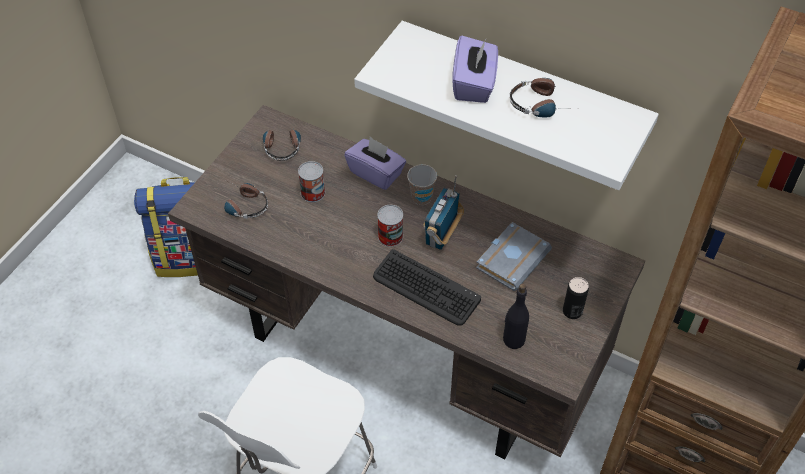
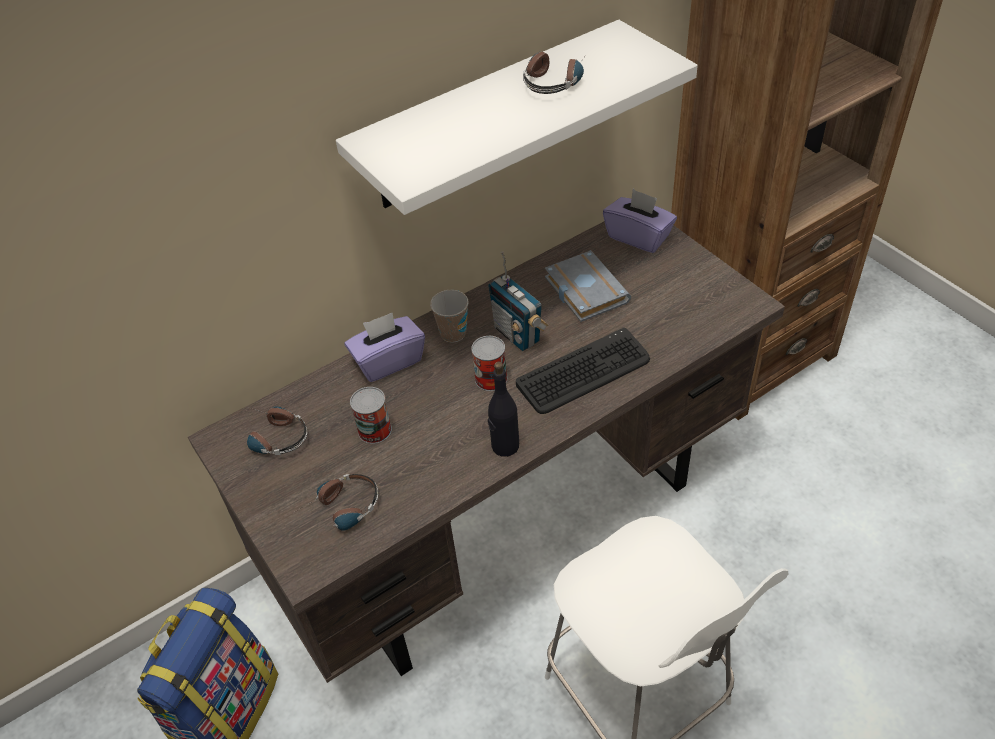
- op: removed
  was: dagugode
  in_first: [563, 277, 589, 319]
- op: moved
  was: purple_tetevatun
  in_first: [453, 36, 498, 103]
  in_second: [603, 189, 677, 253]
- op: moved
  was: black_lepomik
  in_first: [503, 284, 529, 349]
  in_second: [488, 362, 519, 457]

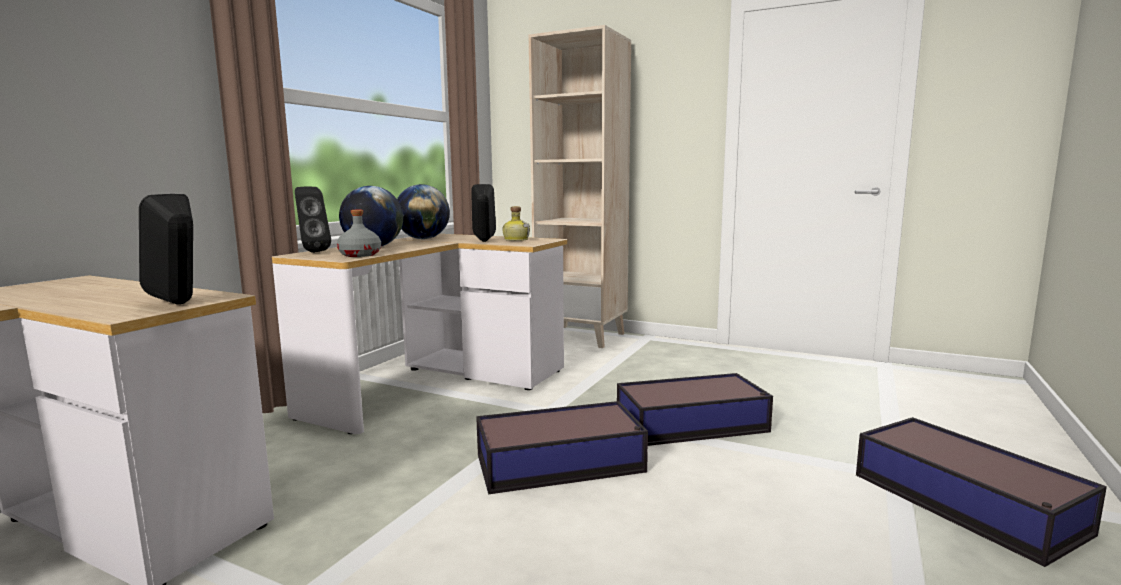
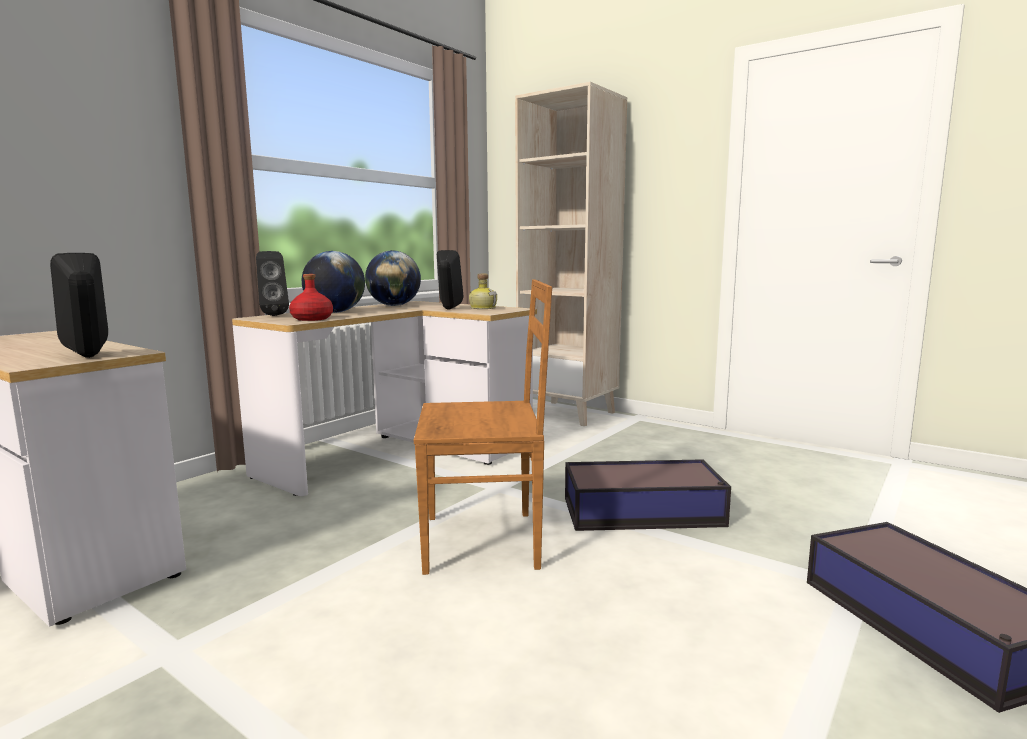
- op: replaced
  was: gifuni
  now: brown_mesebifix
  in_first: [476, 401, 648, 494]
  in_second: [414, 279, 552, 575]
- op: recoloured
  was: grey_lepomik
  now: red_lepomik
  in_first: [337, 210, 381, 257]
  in_second: [289, 274, 333, 321]

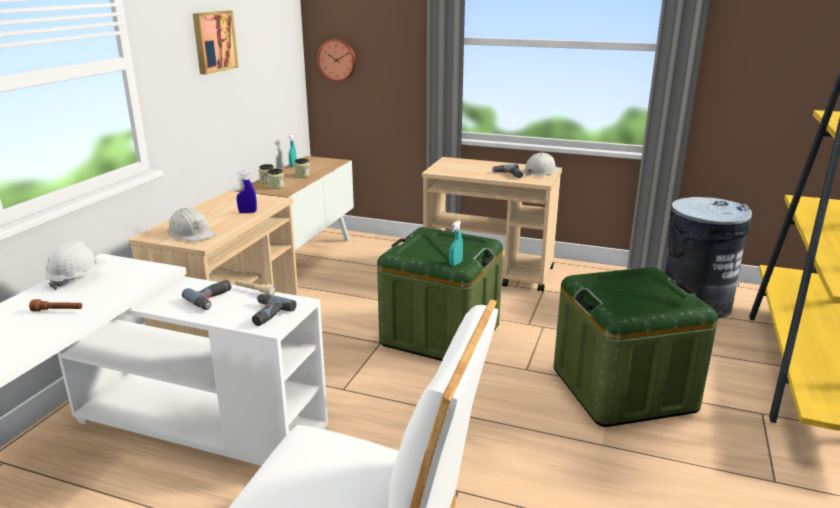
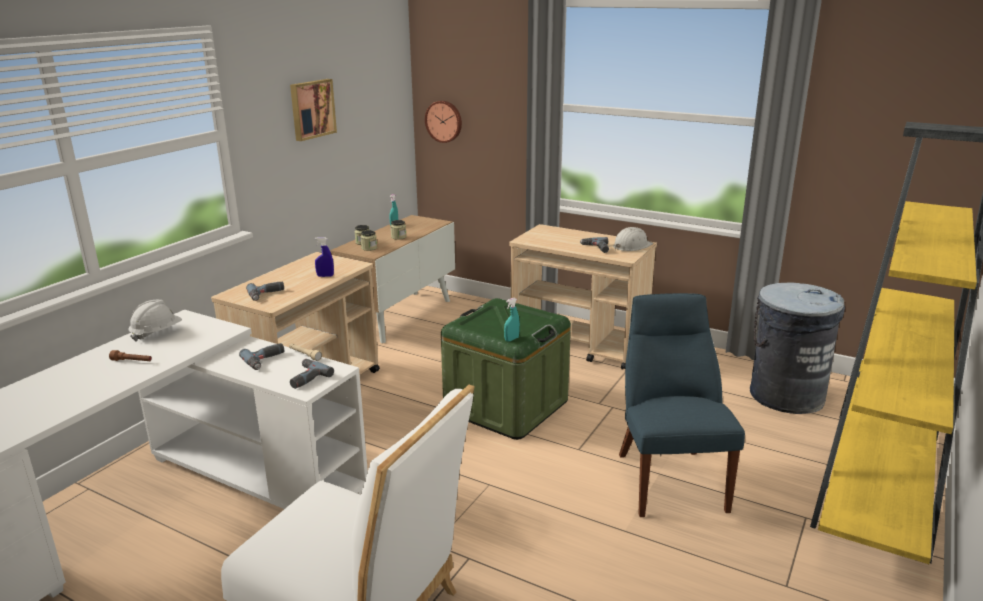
- op: replaced
  was: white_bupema
  now: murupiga
  in_first: [167, 208, 215, 241]
  in_second: [246, 282, 284, 301]
- op: replaced
  was: green_gifuni
  now: blue_mesebifix
  in_first: [554, 267, 718, 427]
  in_second: [619, 293, 745, 517]

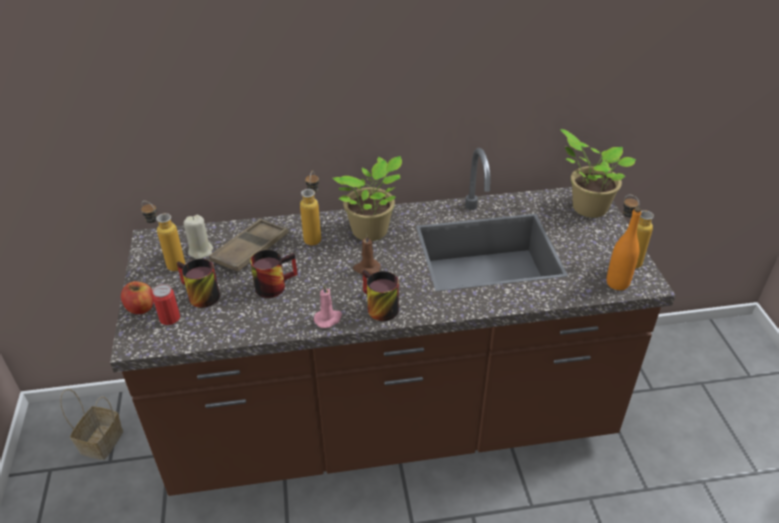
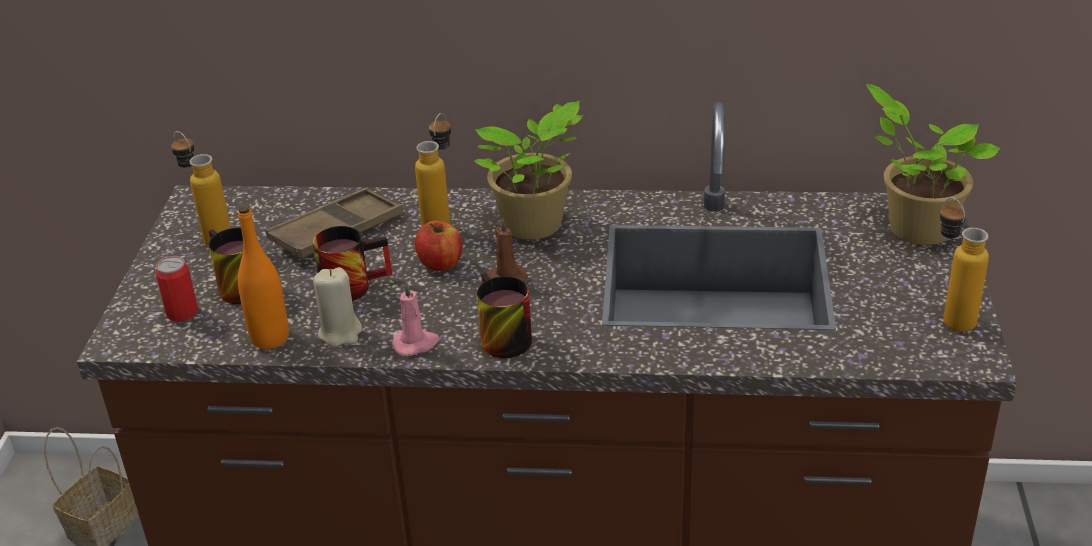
- op: moved
  was: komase
  in_first: [121, 281, 154, 314]
  in_second: [415, 221, 462, 271]
- op: moved
  was: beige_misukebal
  in_first: [184, 215, 213, 259]
  in_second: [313, 267, 362, 347]
- op: moved
  was: orange_lepomik
  in_first: [607, 207, 641, 290]
  in_second: [238, 205, 289, 349]

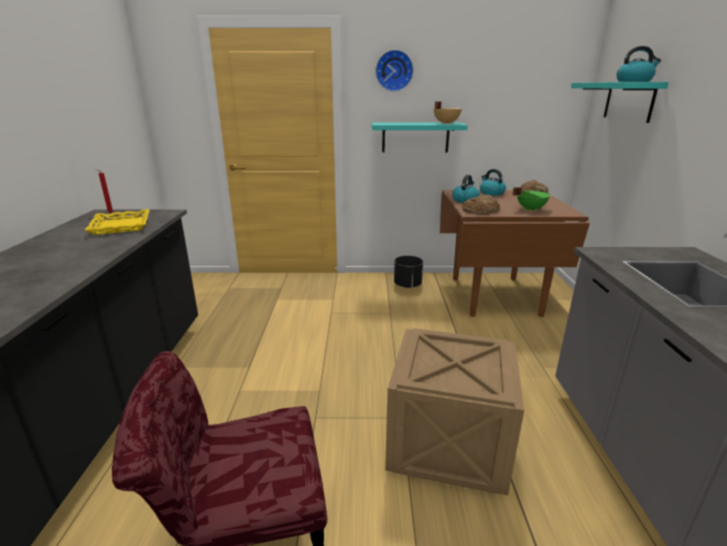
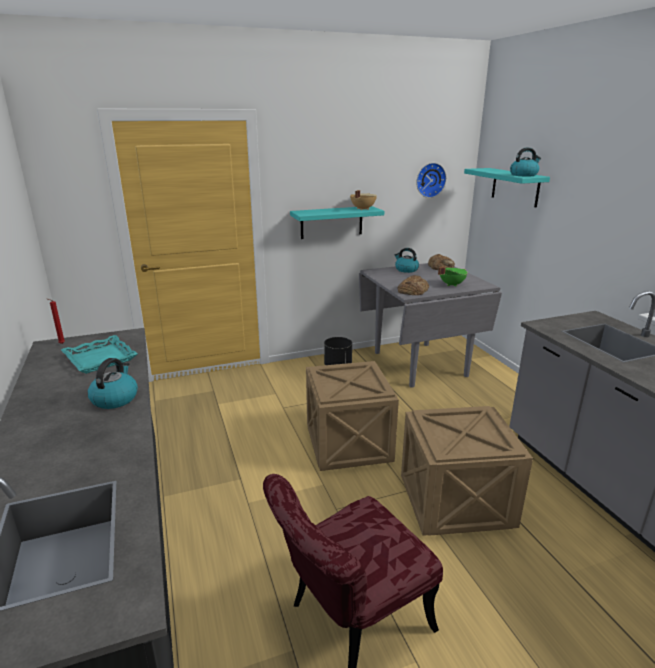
- op: added
  now: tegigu
  in_second: [306, 361, 399, 471]
- op: moved
  was: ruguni
  in_first: [376, 50, 414, 92]
  in_second: [416, 163, 446, 198]
- op: moved
  was: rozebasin
  in_first: [452, 175, 480, 203]
  in_second: [88, 358, 138, 409]
- op: recoloured
  was: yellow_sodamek
  now: turquoise_sodamek
  in_first: [85, 209, 150, 235]
  in_second: [61, 335, 138, 374]
- op: recoloured
  was: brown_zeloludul
  now: grey_zeloludul
  in_first: [440, 190, 590, 317]
  in_second: [359, 263, 502, 388]

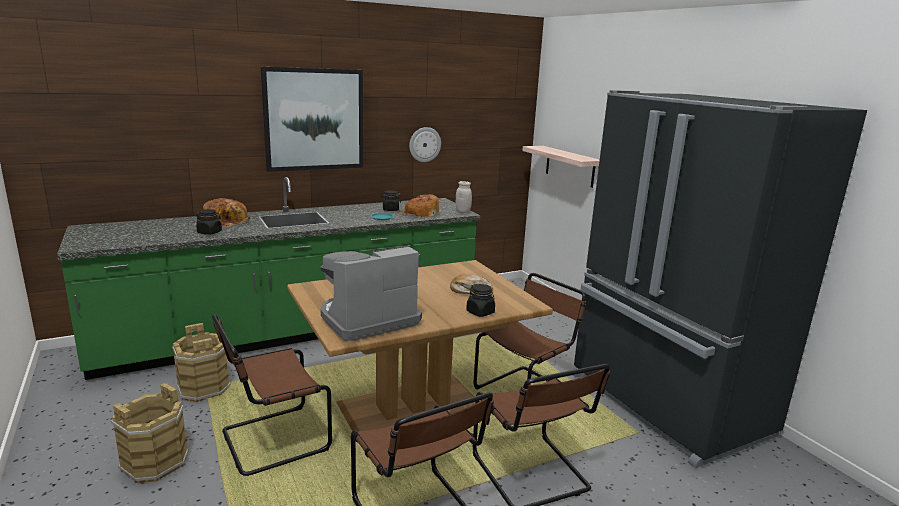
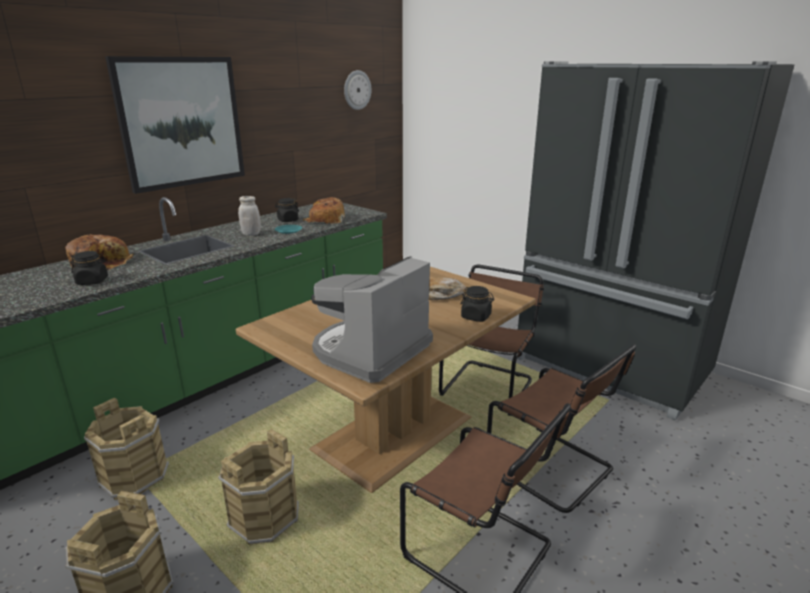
- op: removed
  was: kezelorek
  in_first: [522, 146, 600, 188]
- op: moved
  was: ruguni
  in_first: [409, 127, 441, 162]
  in_second: [344, 70, 371, 110]
- op: moved
  was: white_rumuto
  in_first: [455, 181, 472, 213]
  in_second: [238, 196, 261, 236]
- op: replaced
  was: brown_mesebifix
  now: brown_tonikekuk
  in_first: [212, 314, 332, 476]
  in_second: [218, 429, 299, 545]

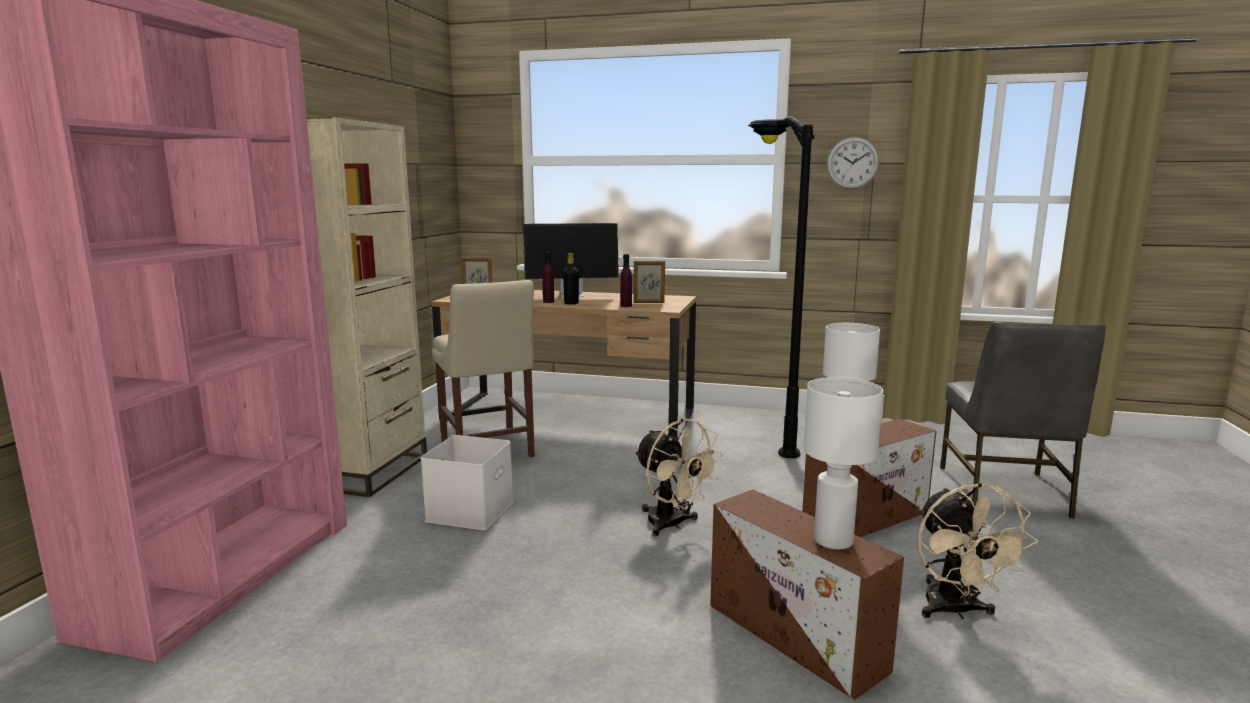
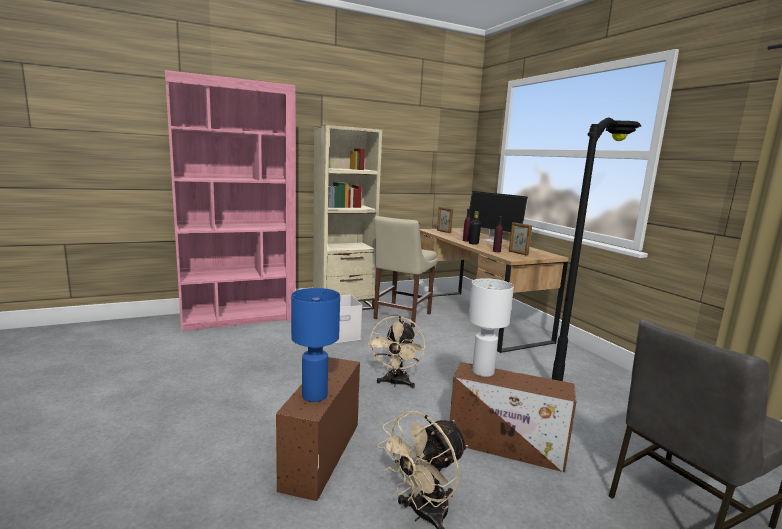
- op: removed
  was: ruguni
  in_first: [827, 137, 879, 189]
- op: recoloured
  was: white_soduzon
  now: blue_soduzon
  in_first: [803, 377, 883, 550]
  in_second: [291, 288, 340, 402]

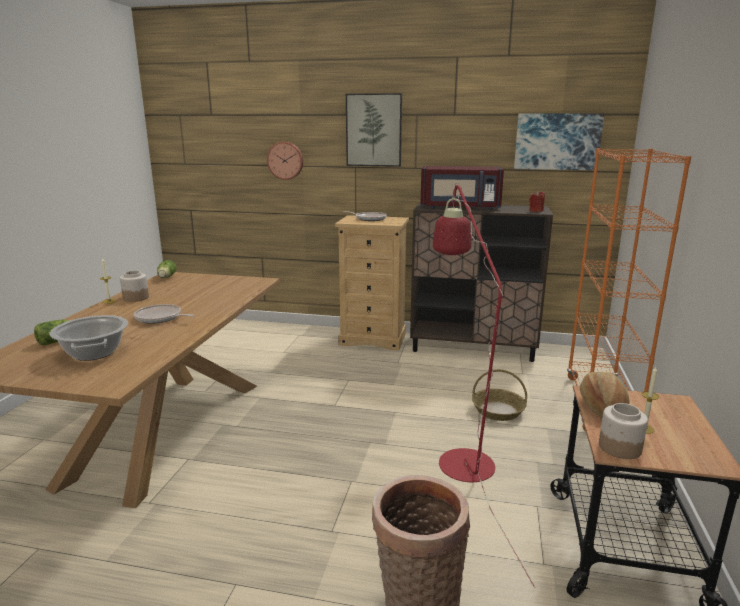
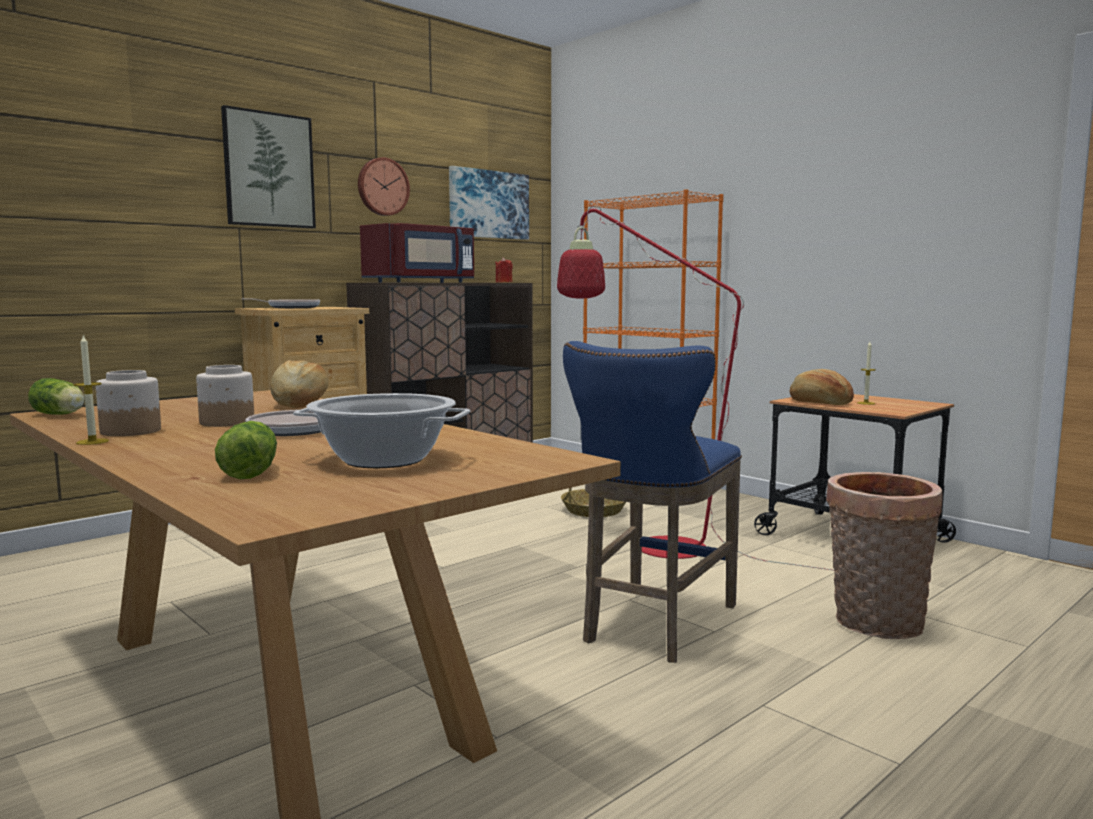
- op: added
  now: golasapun
  in_second: [270, 360, 328, 408]
- op: added
  now: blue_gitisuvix
  in_second: [563, 341, 742, 663]
- op: moved
  was: ruguni
  in_first: [267, 141, 303, 180]
  in_second: [358, 157, 410, 216]
- op: moved
  was: rumuto
  in_first: [599, 403, 648, 459]
  in_second: [196, 365, 254, 427]

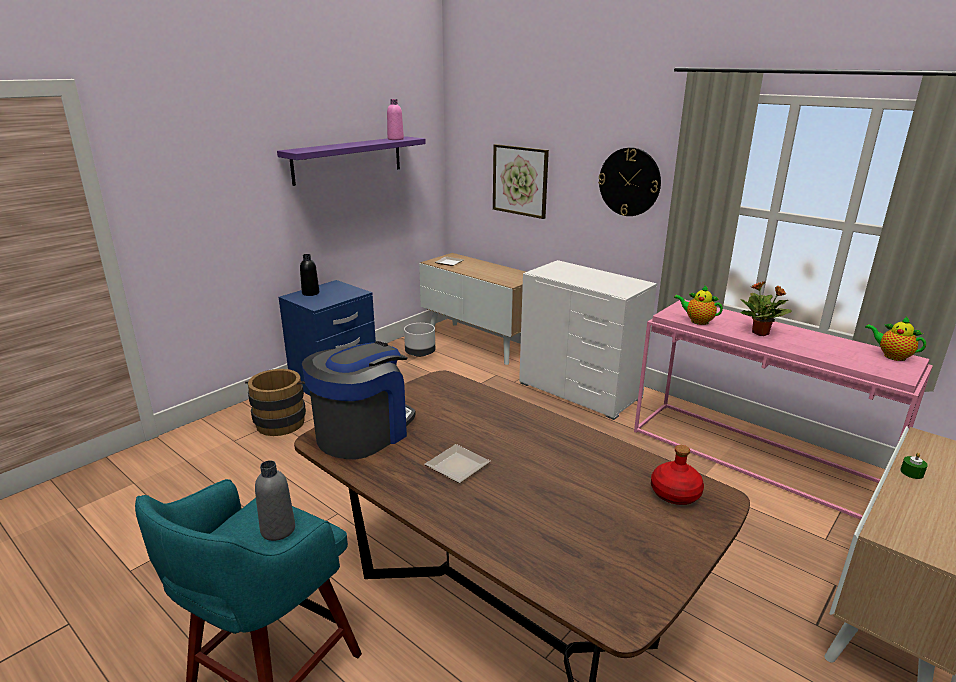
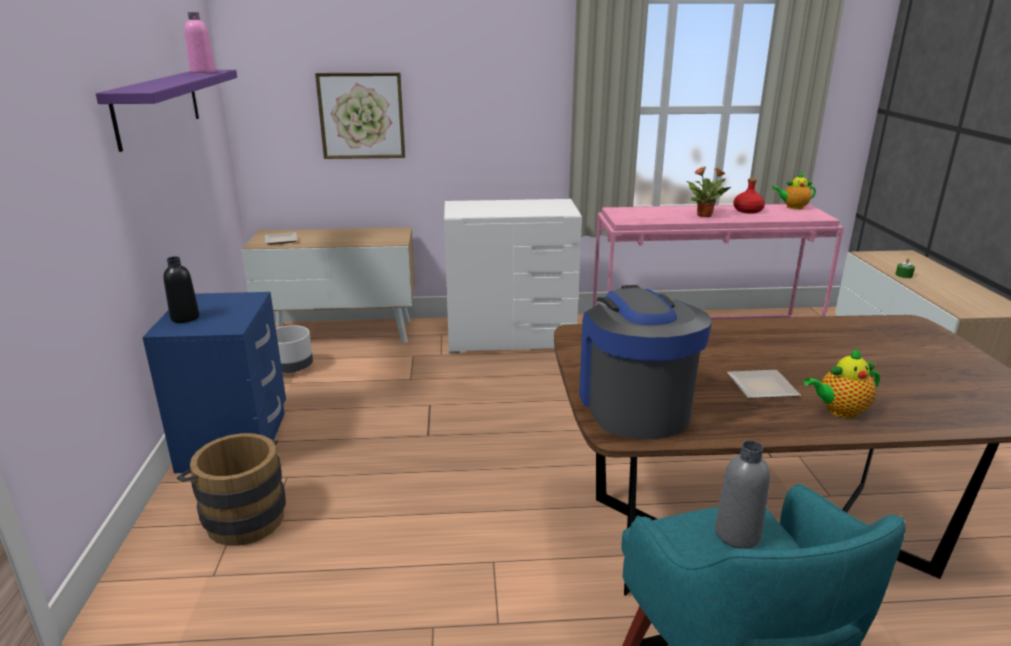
- op: removed
  was: ruguni
  in_first: [598, 147, 661, 216]
- op: moved
  was: red_lepomik
  in_first: [651, 445, 704, 505]
  in_second: [733, 178, 765, 214]
- op: moved
  was: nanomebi
  in_first: [674, 286, 723, 325]
  in_second: [804, 348, 880, 418]

